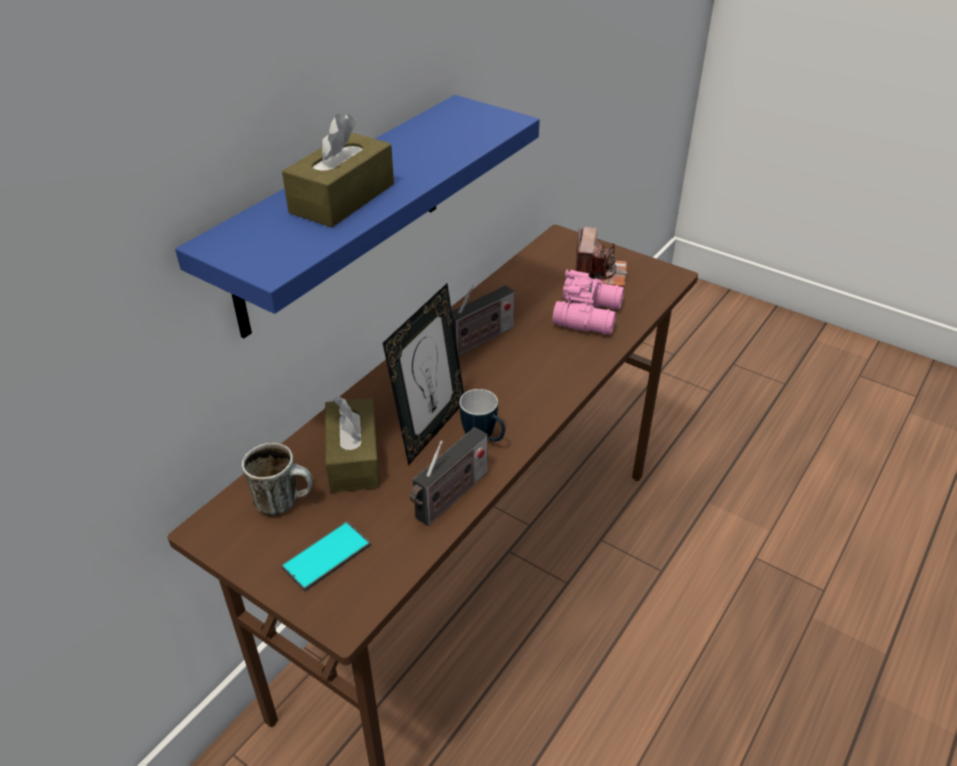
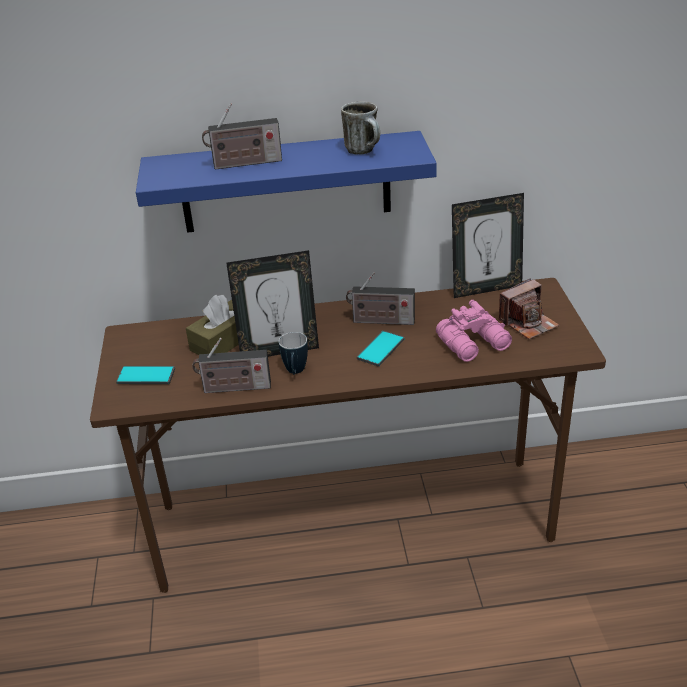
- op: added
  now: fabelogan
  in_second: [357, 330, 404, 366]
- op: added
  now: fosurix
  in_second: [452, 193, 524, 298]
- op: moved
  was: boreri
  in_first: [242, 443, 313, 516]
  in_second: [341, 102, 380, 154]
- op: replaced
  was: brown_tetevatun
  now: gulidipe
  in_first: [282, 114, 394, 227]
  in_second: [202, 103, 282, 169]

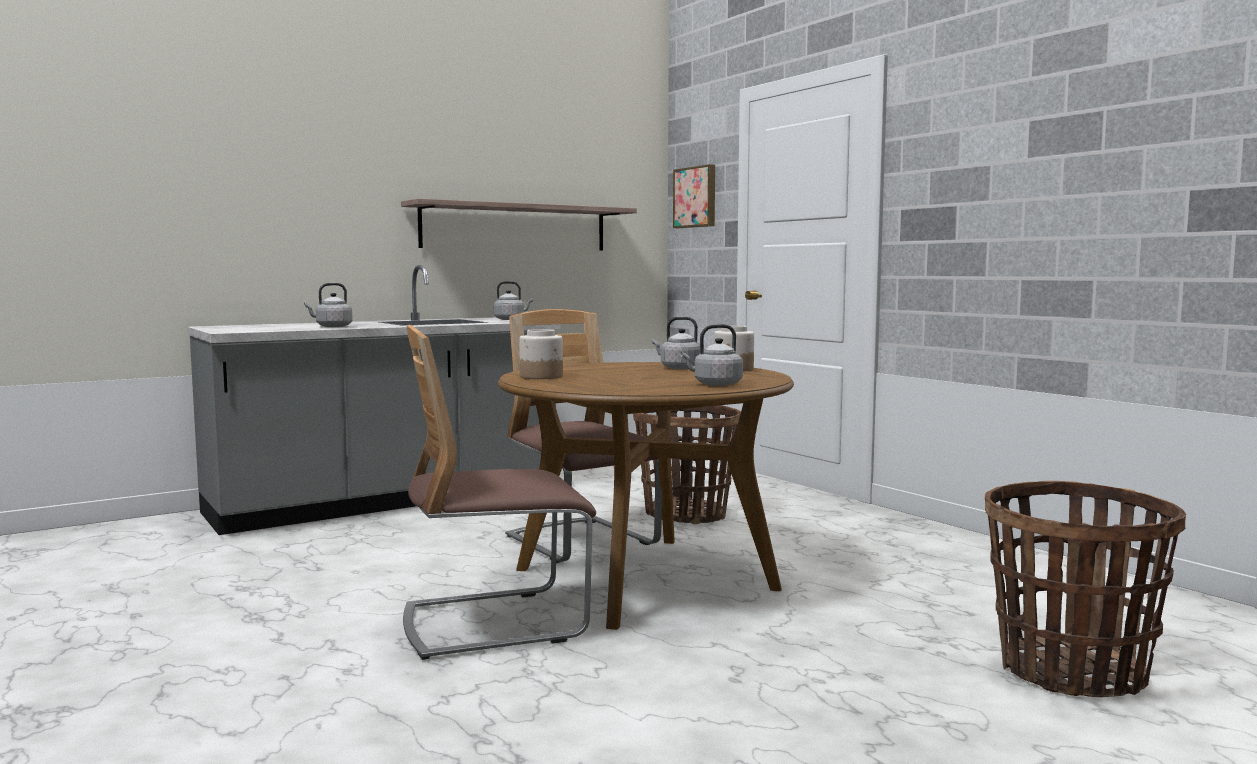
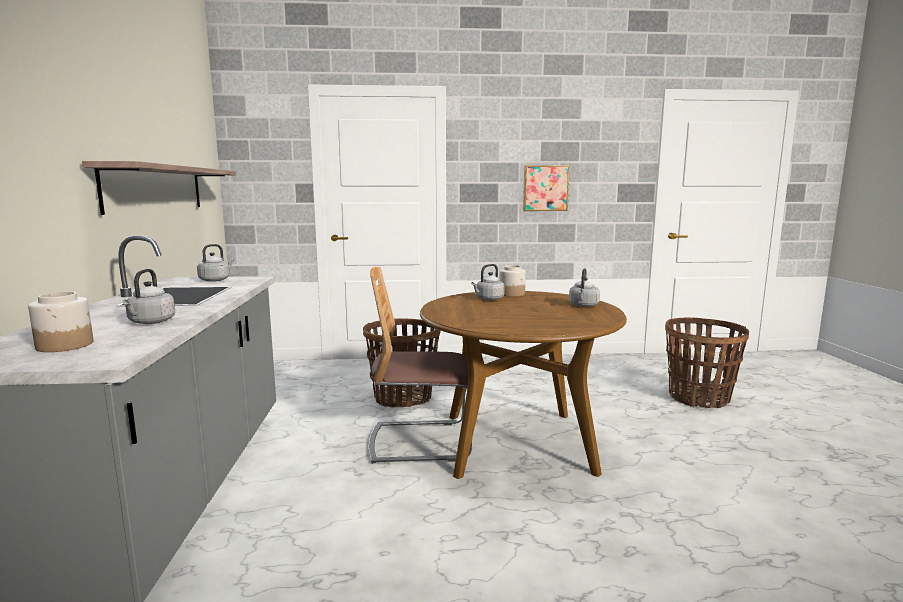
- op: removed
  was: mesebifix
  in_first: [403, 325, 596, 660]
- op: moved
  was: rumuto
  in_first: [519, 329, 563, 379]
  in_second: [28, 292, 93, 352]
- op: moved
  was: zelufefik
  in_first: [673, 164, 715, 228]
  in_second: [523, 165, 570, 211]

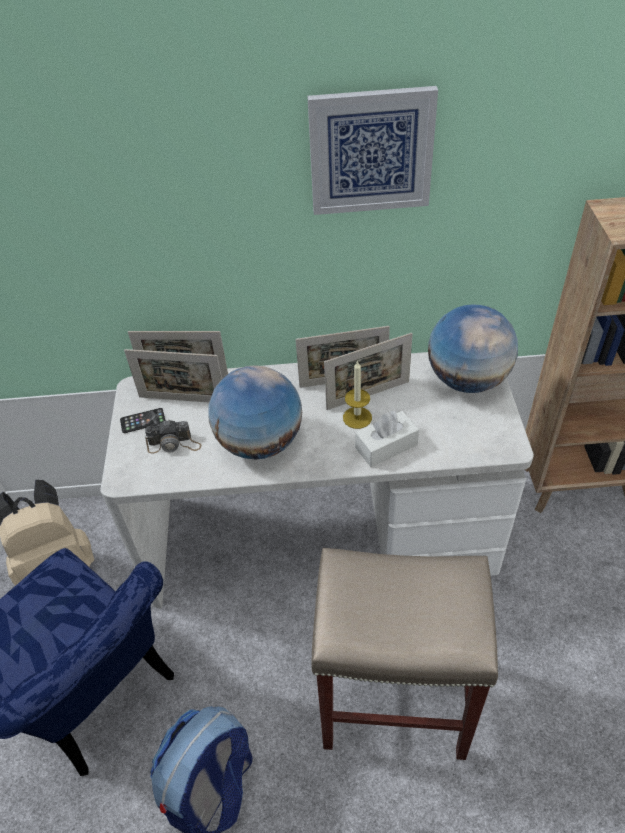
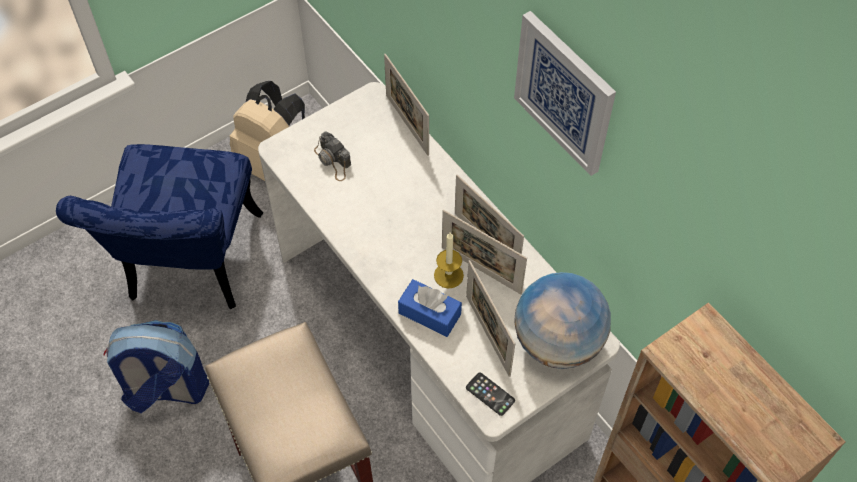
- op: removed
  was: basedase
  in_first: [208, 365, 302, 460]
- op: moved
  was: fabelogan
  in_first: [120, 408, 165, 433]
  in_second: [466, 372, 515, 416]
- op: moved
  was: fosurix
  in_first: [124, 349, 222, 402]
  in_second: [466, 260, 516, 377]
- op: recoloured
  was: white_tetevatun
  now: blue_tetevatun
  in_first: [355, 410, 419, 467]
  in_second: [398, 279, 462, 337]

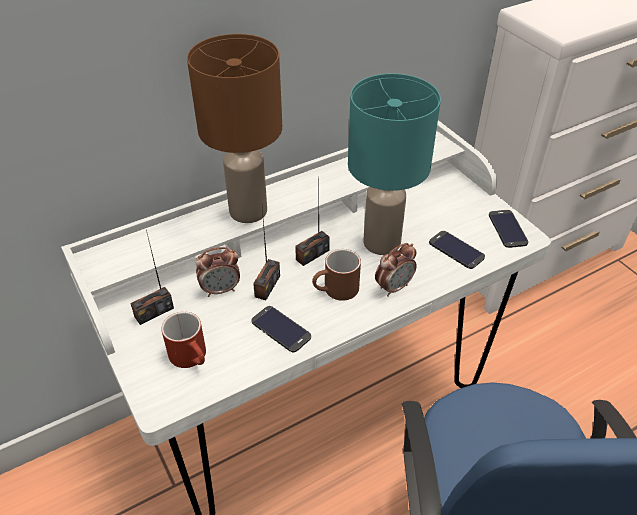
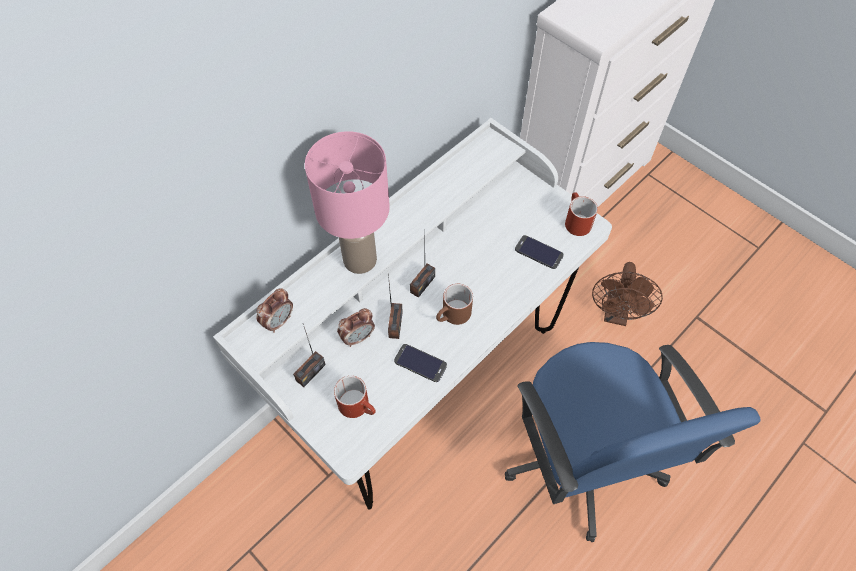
- op: removed
  was: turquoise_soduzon
  in_first: [348, 73, 441, 255]
- op: added
  now: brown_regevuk
  in_second: [592, 262, 663, 326]
- op: moved
  was: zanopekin
  in_first: [375, 243, 417, 297]
  in_second: [257, 288, 293, 333]
- op: replaced
  was: fabelogan
  now: red_boreri
  in_first: [489, 210, 528, 248]
  in_second: [565, 192, 598, 236]
- op: recoloured
  was: brown_soduzon
  now: pink_soduzon
  in_first: [187, 34, 282, 223]
  in_second: [305, 131, 390, 274]

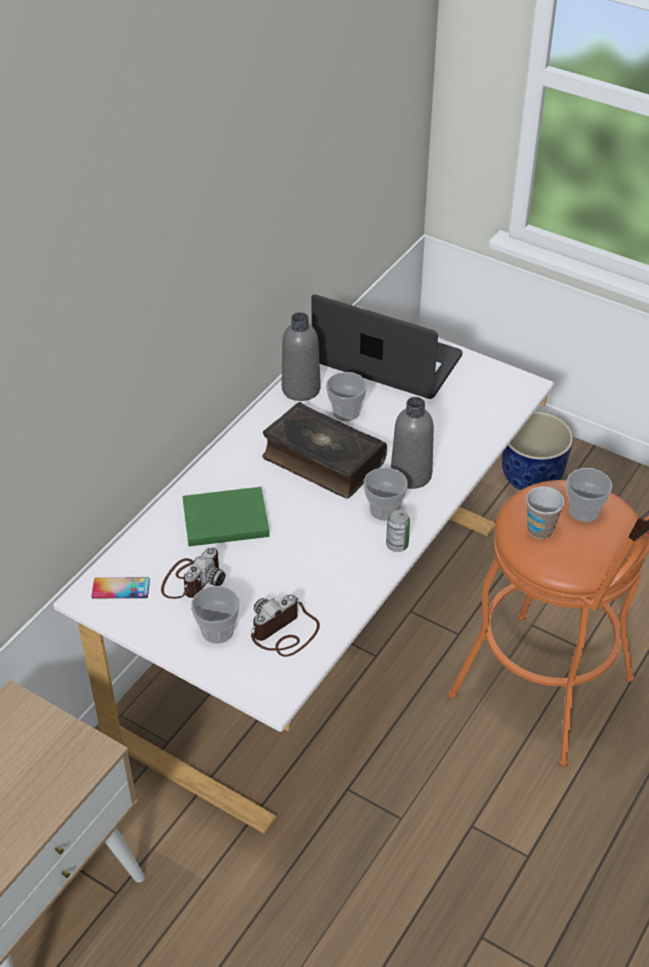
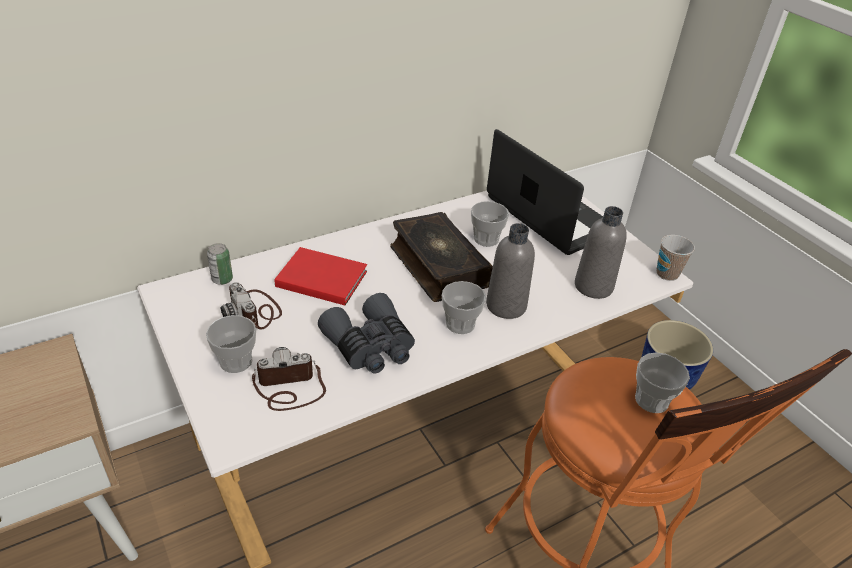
- op: removed
  was: fabelogan
  in_first: [92, 578, 150, 598]
- op: added
  now: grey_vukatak
  in_second: [318, 293, 415, 374]
- op: moved
  was: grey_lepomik
  in_first: [282, 312, 321, 401]
  in_second: [575, 206, 627, 299]
- op: moved
  was: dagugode
  in_first: [386, 510, 410, 552]
  in_second: [207, 243, 233, 285]
- op: moved
  was: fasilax
  in_first: [526, 486, 565, 539]
  in_second: [656, 235, 695, 281]
- op: recoloured
  was: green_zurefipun
  now: red_zurefipun
  in_first: [182, 487, 270, 546]
  in_second: [274, 247, 367, 305]
- op: turned
  was: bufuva
  in_first: [161, 547, 226, 599]
  in_second: [221, 282, 282, 330]
  clockwise: 90

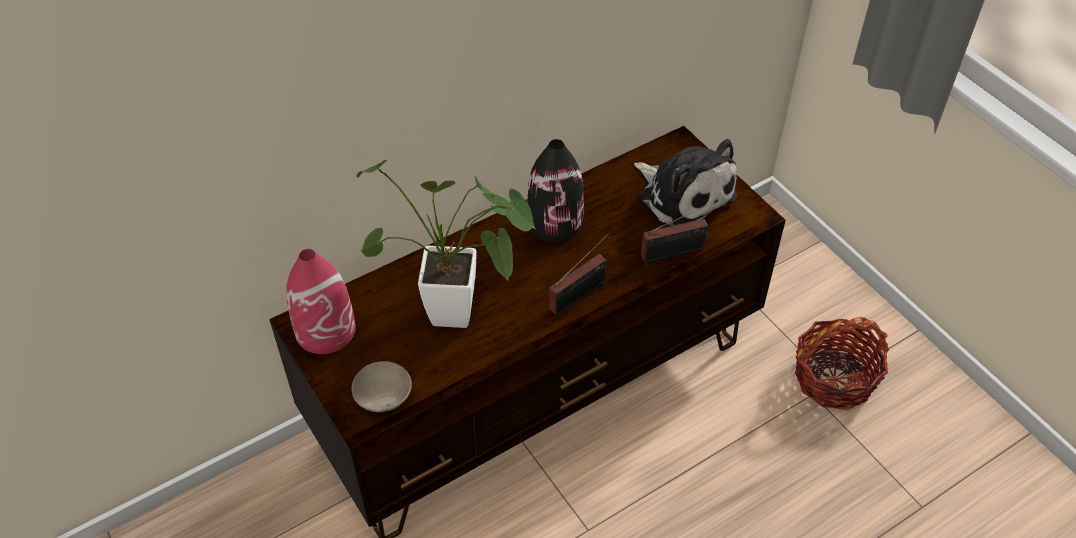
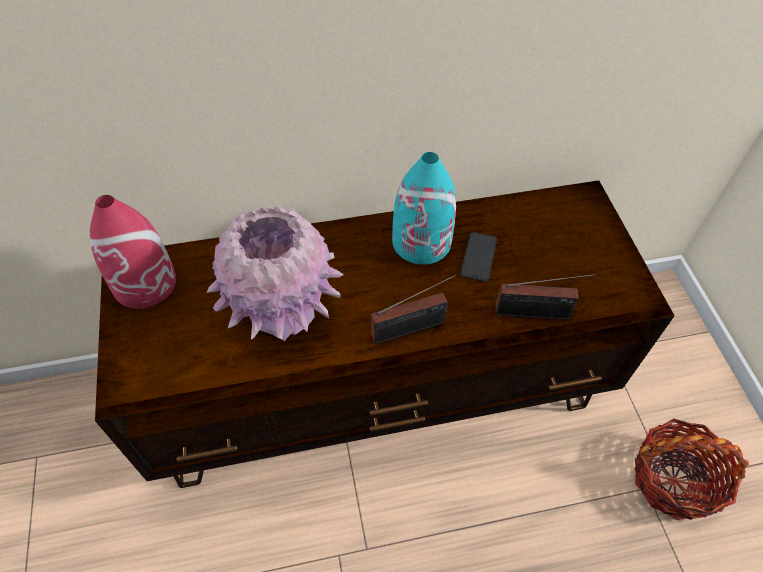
- op: removed
  was: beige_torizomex
  in_first: [352, 361, 412, 412]
- op: removed
  was: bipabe
  in_first: [634, 139, 737, 226]
- op: added
  now: fabelogan
  in_second: [460, 232, 497, 282]
- op: replaced
  was: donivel
  now: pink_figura
  in_first: [356, 160, 536, 328]
  in_second: [207, 205, 344, 341]
- op: recoloured
  was: black_figura
  now: turquoise_figura
  in_first: [527, 139, 584, 242]
  in_second: [392, 152, 456, 265]

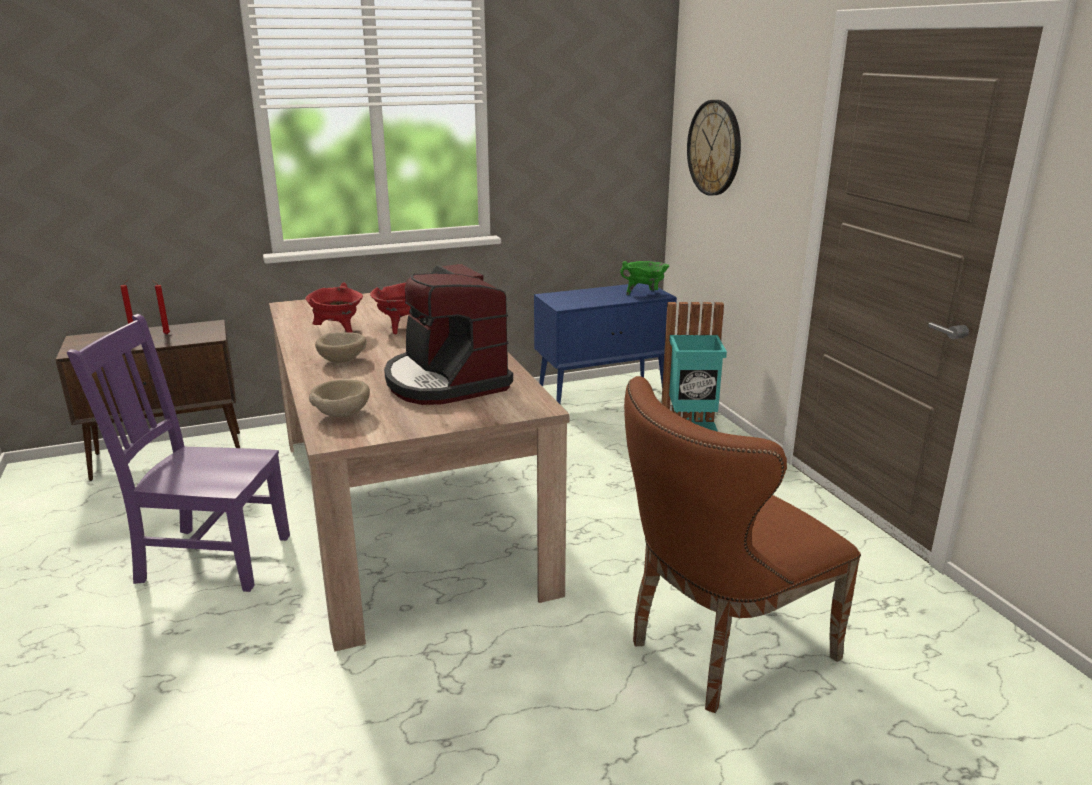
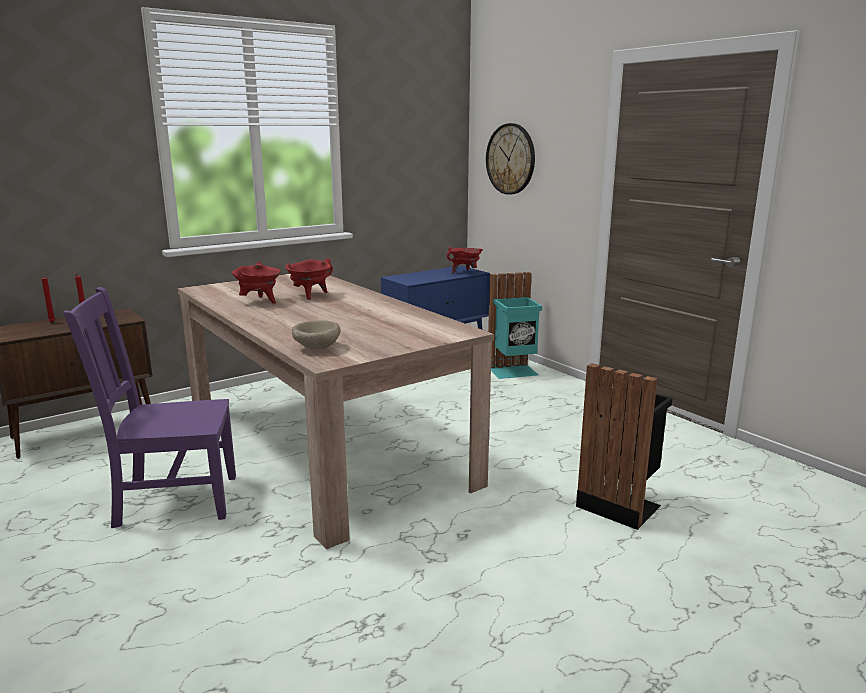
- op: removed
  was: beige_torizomex
  in_first: [315, 332, 366, 363]
- op: removed
  was: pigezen
  in_first: [384, 264, 513, 405]
- op: replaced
  was: brown_mesebifix
  now: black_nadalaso
  in_first: [624, 376, 861, 713]
  in_second: [576, 363, 673, 530]
- op: recoloured
  was: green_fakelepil
  now: red_fakelepil
  in_first: [620, 261, 669, 295]
  in_second: [447, 247, 483, 274]

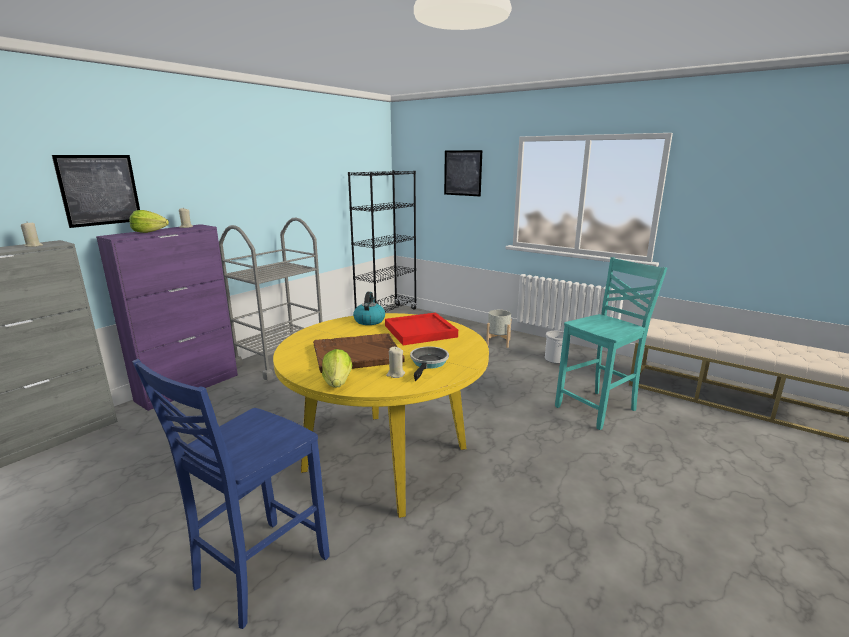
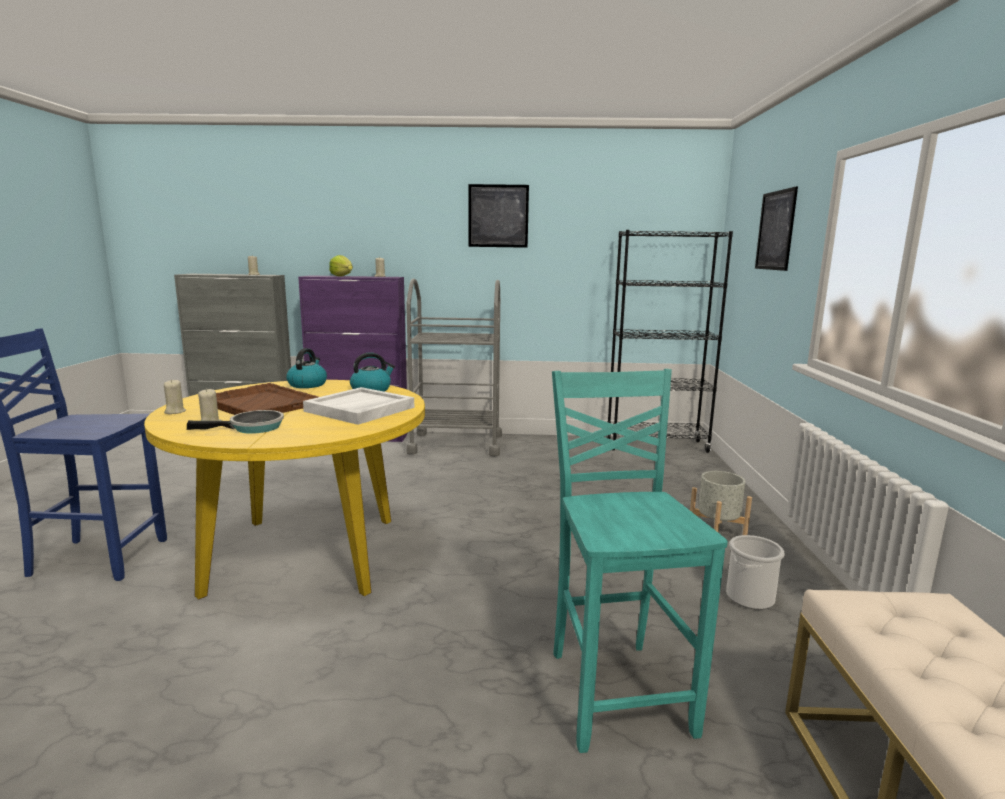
- op: added
  now: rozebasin
  in_second: [286, 348, 327, 388]
- op: moved
  was: zelufefik
  in_first: [52, 155, 140, 228]
  in_second: [469, 184, 529, 248]
- op: replaced
  was: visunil
  now: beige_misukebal
  in_first: [322, 349, 352, 387]
  in_second: [164, 379, 186, 414]
- op: recoloured
  was: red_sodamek
  now: white_sodamek
  in_first: [385, 313, 458, 345]
  in_second: [303, 387, 414, 425]
- op: turned
  was: turquoise_mesebifix
  in_first: [555, 257, 667, 430]
  in_second: [552, 369, 728, 753]
  clockwise: -120

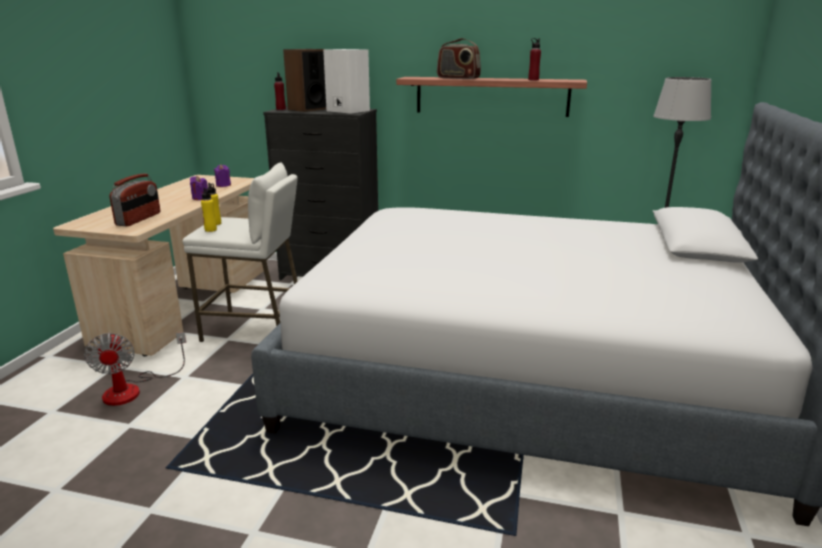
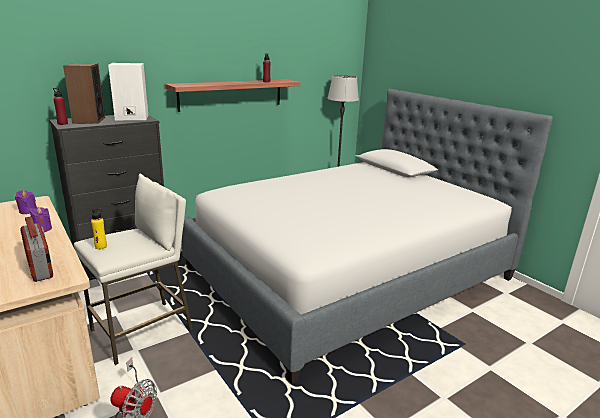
- op: removed
  was: yellow_lepomik
  in_first: [201, 188, 217, 232]
- op: removed
  was: gulidipe
  in_first: [437, 38, 481, 79]

